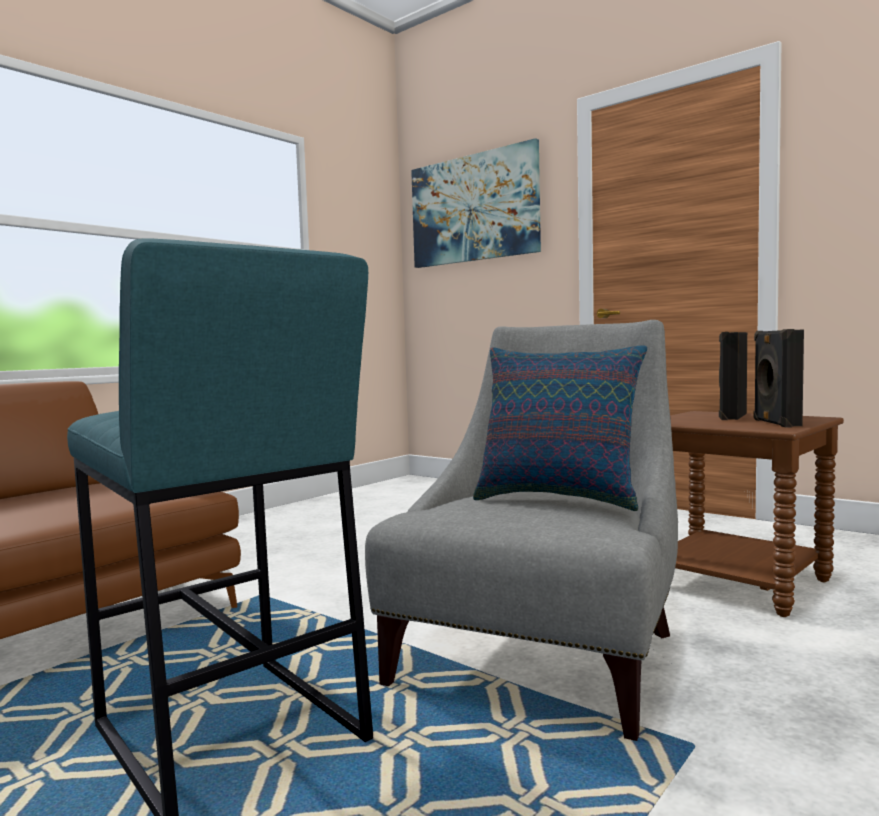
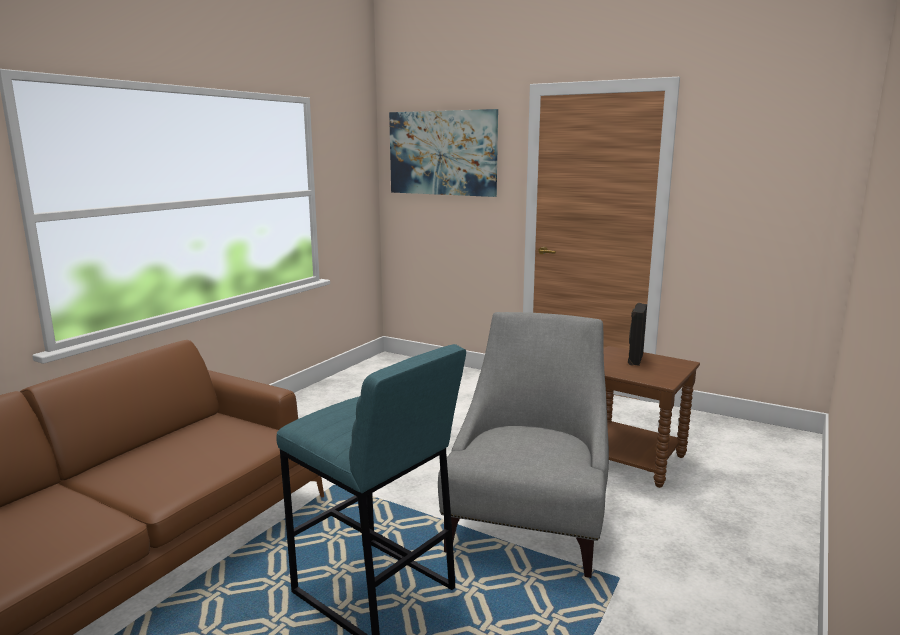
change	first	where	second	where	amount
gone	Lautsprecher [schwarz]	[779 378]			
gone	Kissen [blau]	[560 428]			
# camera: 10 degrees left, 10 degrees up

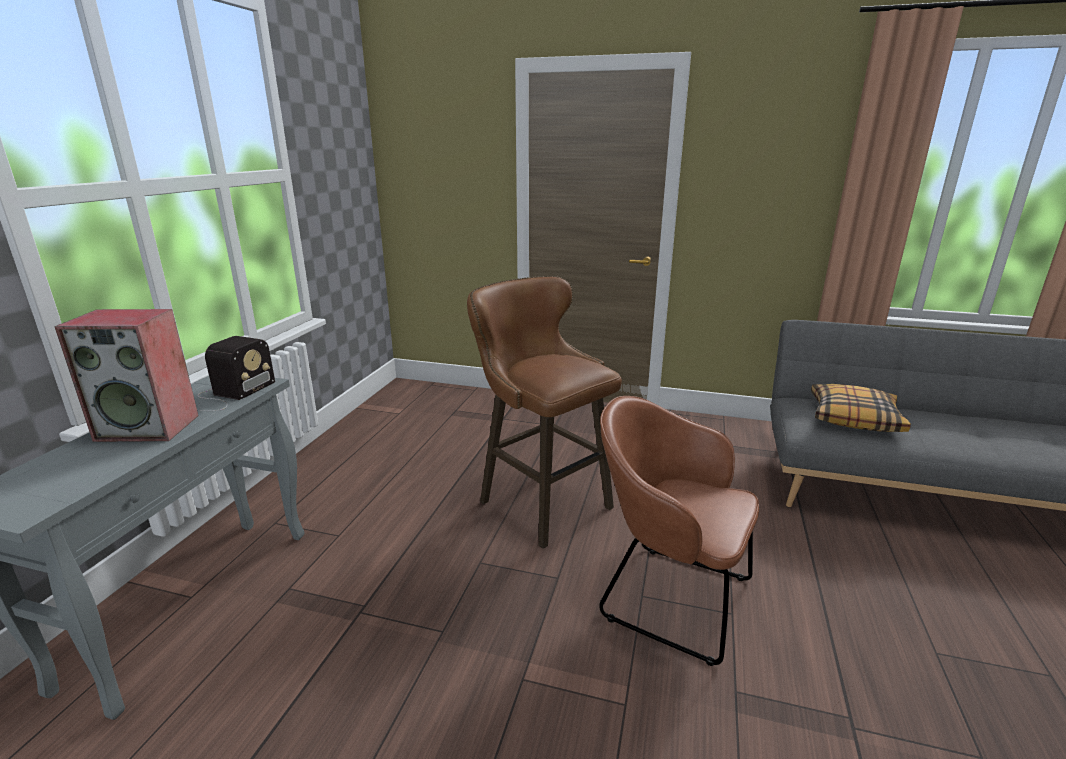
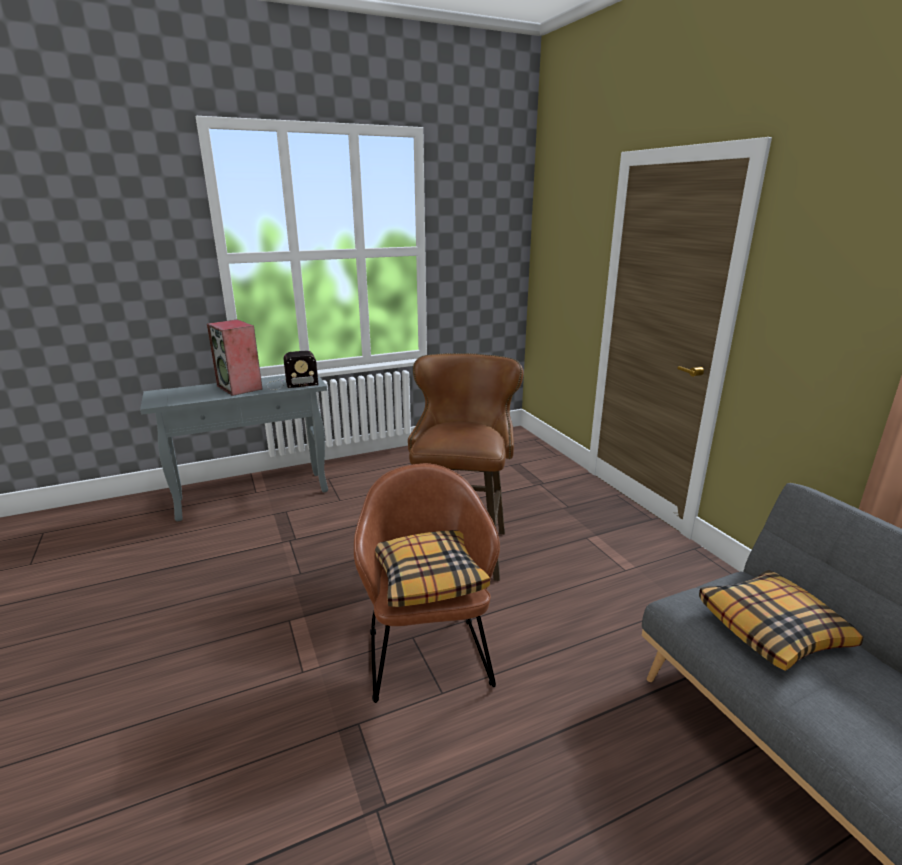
change	first	where	second	where	amount
new			Kissen	[432 568]	
# camera: 50 degrees right, 0 degrees up

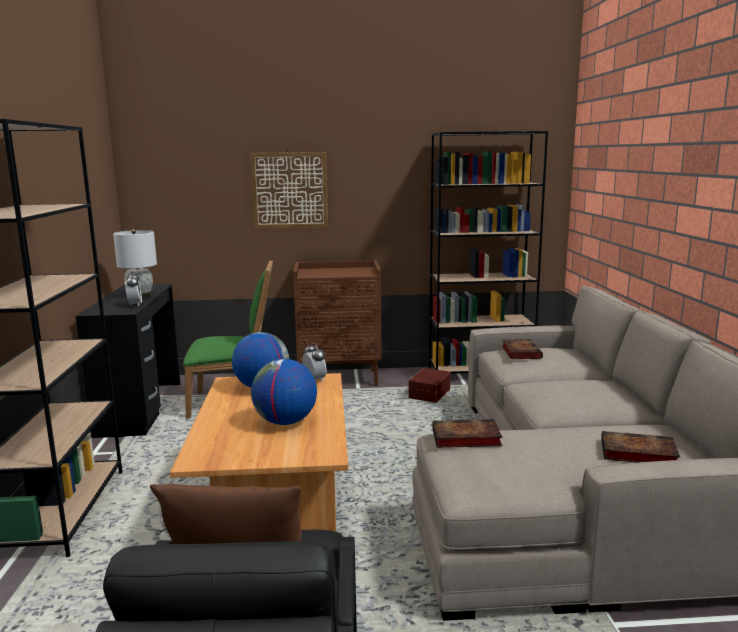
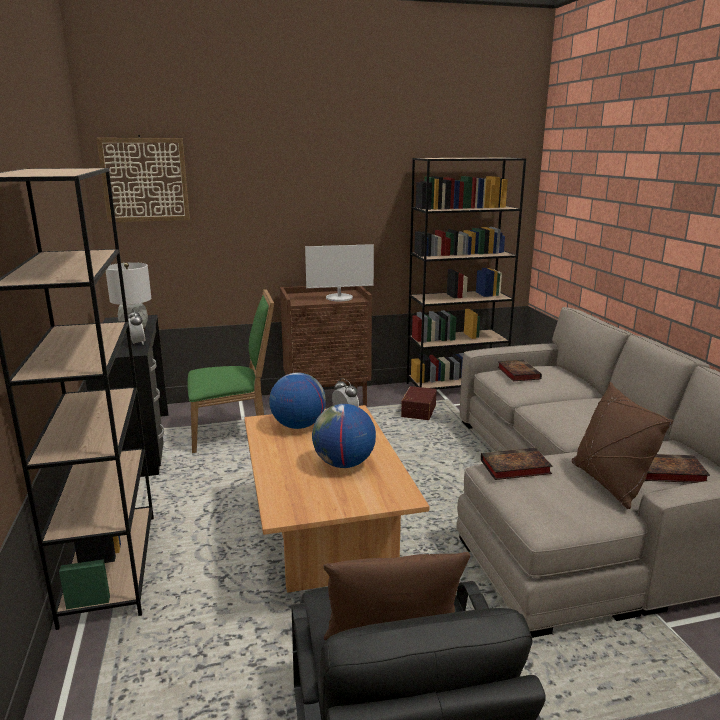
change	first	where	second	where	amount
shifted	Bild	[289 189]		[143 178]	
new			Monitor	[339 272]	
new			Kissen [braun]	[622 445]	
# camera: 10 degrees left, 5 degrees up

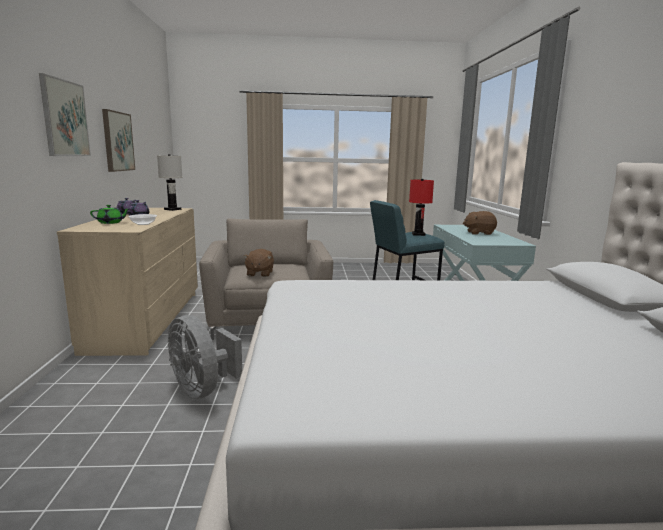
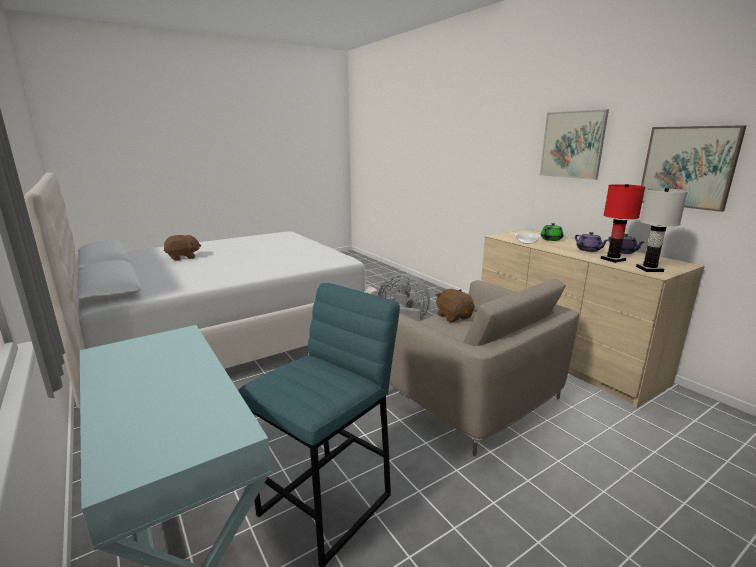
change	first	where	second	where	amount
shifted	Tischlampe [rot]	[421 207]		[623 223]	
shifted	Plüschtier [braun]	[480 223]		[182 248]	
# camera: 150 degrees right, 5 degrees up

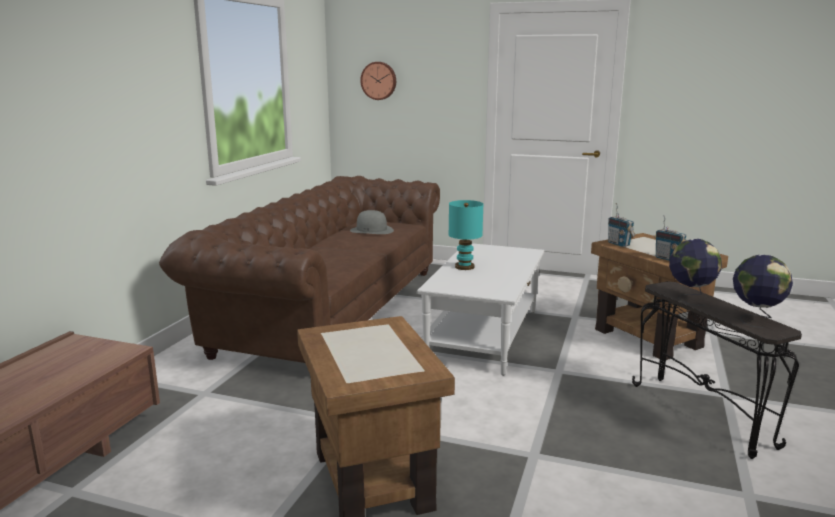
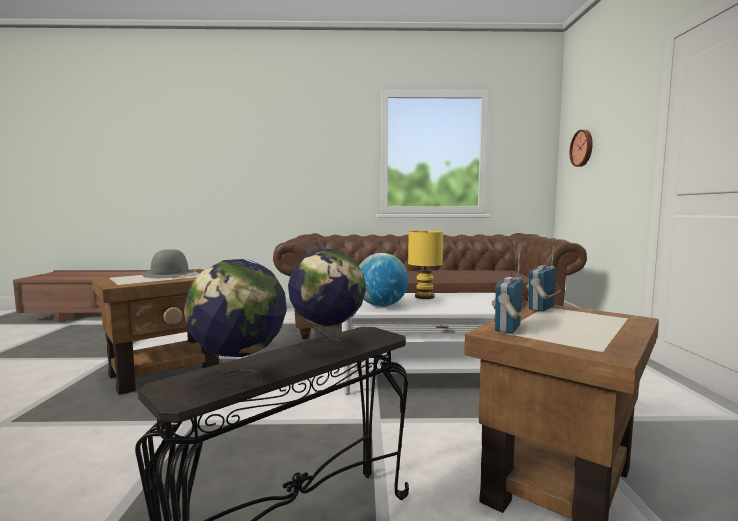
change	first	where	second	where	amount
repainted	Tischlampe [türkis]	[466 235]	Tischlampe [gelb]	[425 265]	
shifted	Hut [grau]	[372 222]		[169 263]	
new			Globus	[383 280]	
# camera: 70 degrees right, 10 degrees down

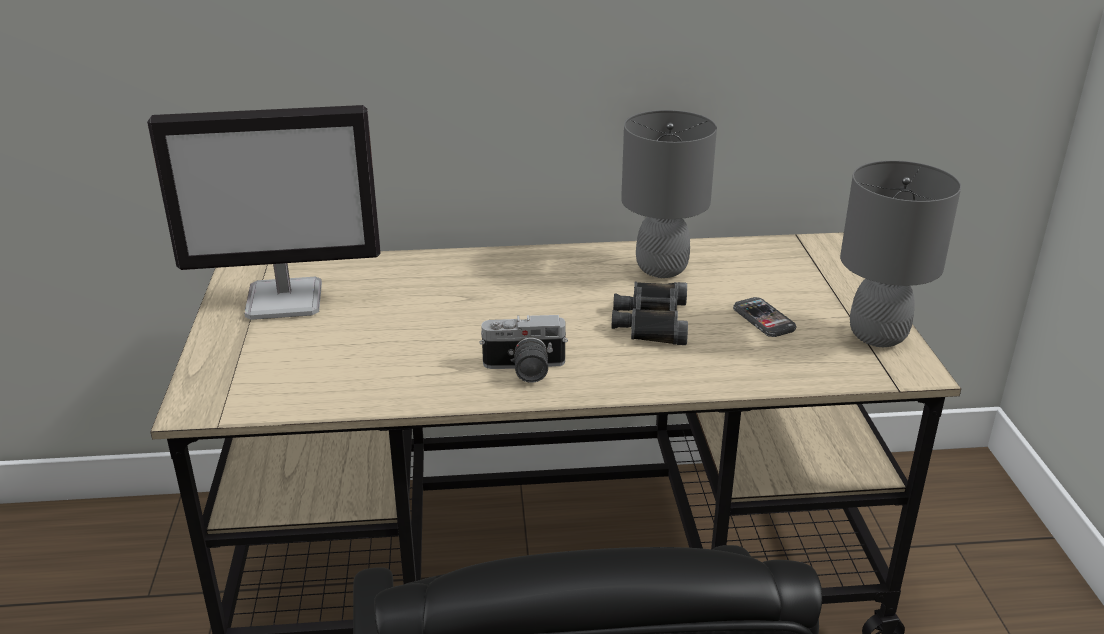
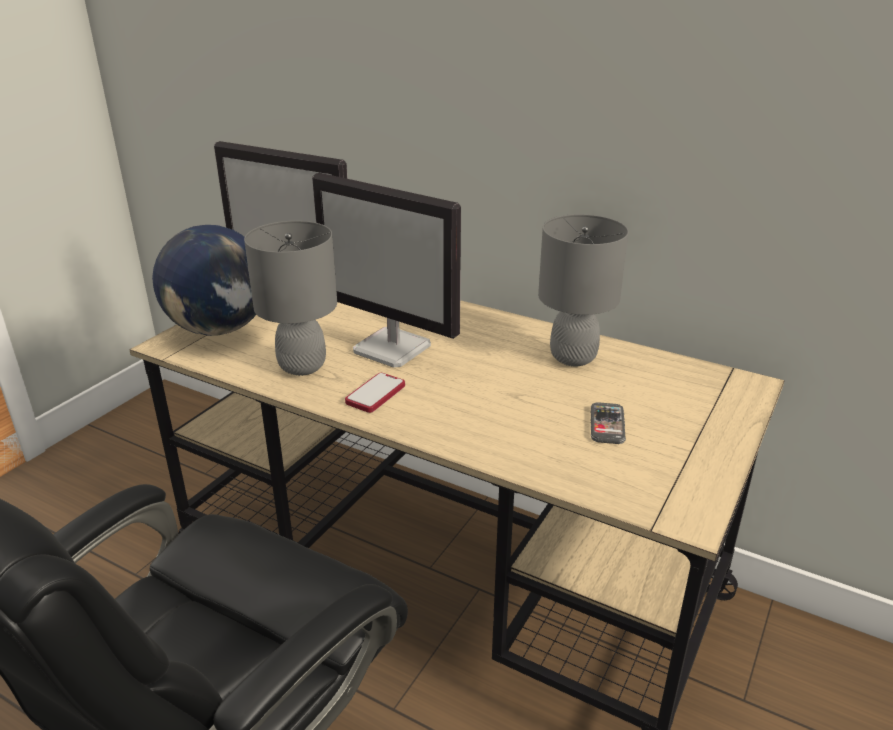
change	first	where	second	where	amount
shifted	Tischlampe [grau]	[900 253]		[290 298]	
gone	Fernglas [schwarz]	[650 313]			
swapped	Kamera	[523 349]	Handy	[375 393]	
new			Monitor	[386 270]	
new			Globus	[204 280]	
# camera: 35 degrees right, 0 degrees up

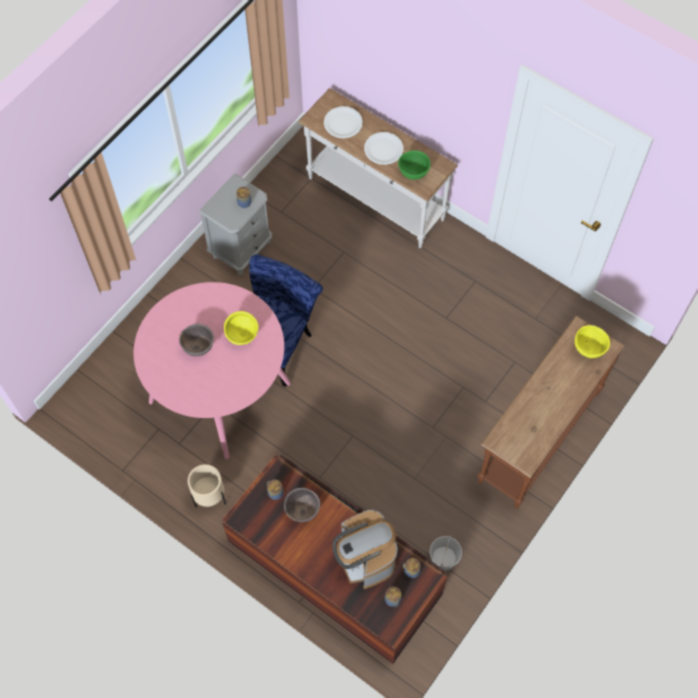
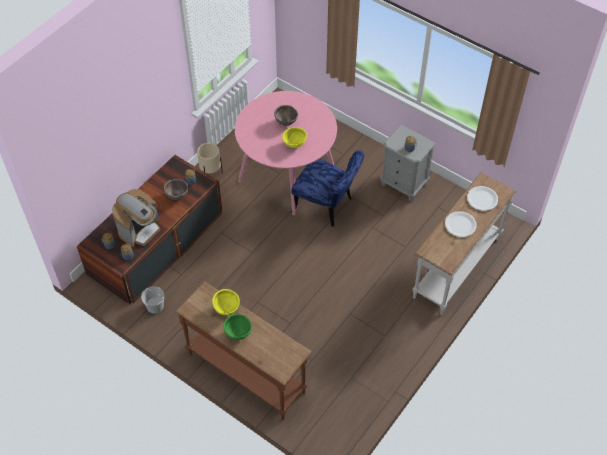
change	first	where	second	where	amount
shifted	Schüssel [grün]	[414 165]		[237 327]	
shifted	Schüssel [gelb]	[592 341]		[226 302]	
rotated	Kaffeemaschine	[365 549]		[136 218]	150 degrees clockwise
# camera: 90 degrees right, 10 degrees down

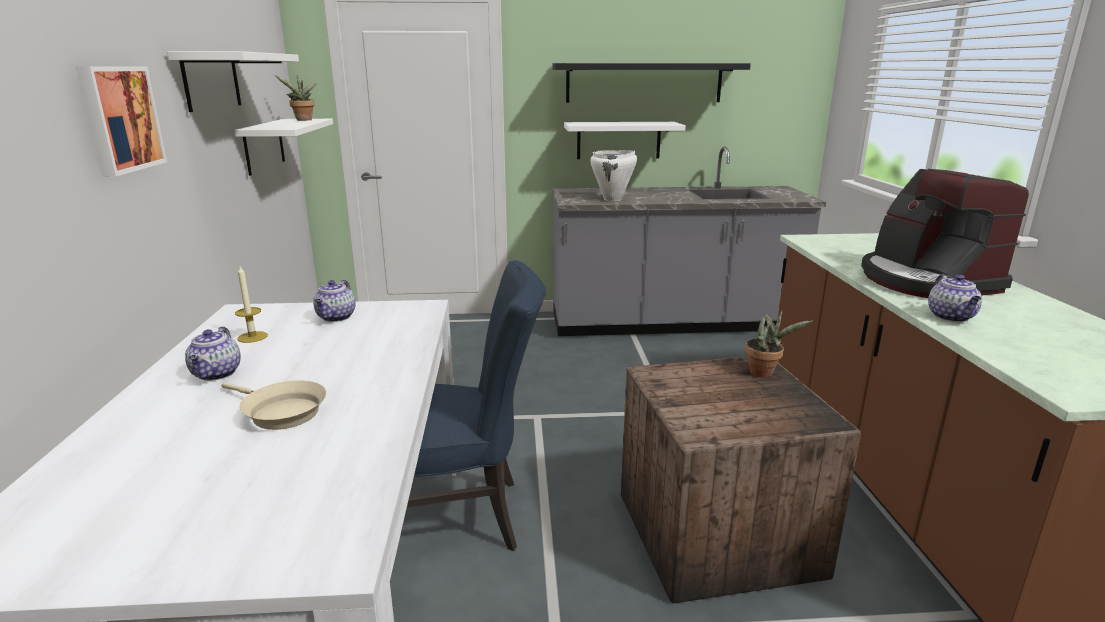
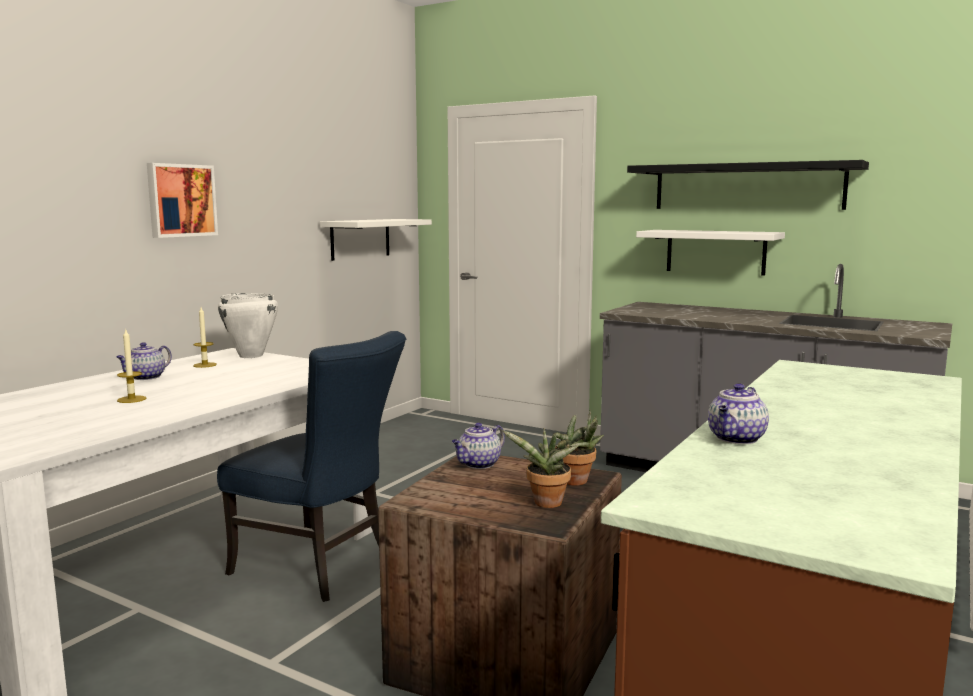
change	first	where	second	where	amount
gone	Wandregal [weiß]	[233 81]			
shifted	Topfpflanze	[296 98]		[540 468]	
shifted	Kochtopf [weiß]	[613 175]		[248 325]	
gone	Kaffeemaschine	[945 233]			
shifted	Teekanne	[334 301]		[478 446]	
swapped	Pfanne [beige]	[274 405]	Kerze	[131 365]	
# camera: 35 degrees right, 10 degrees down

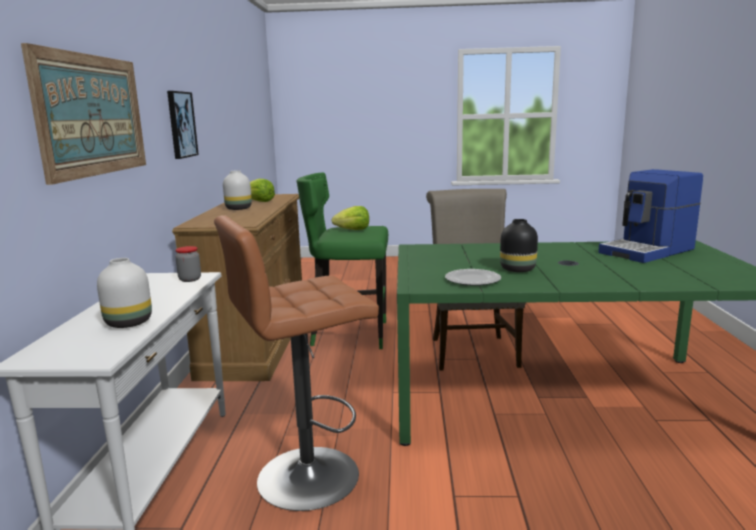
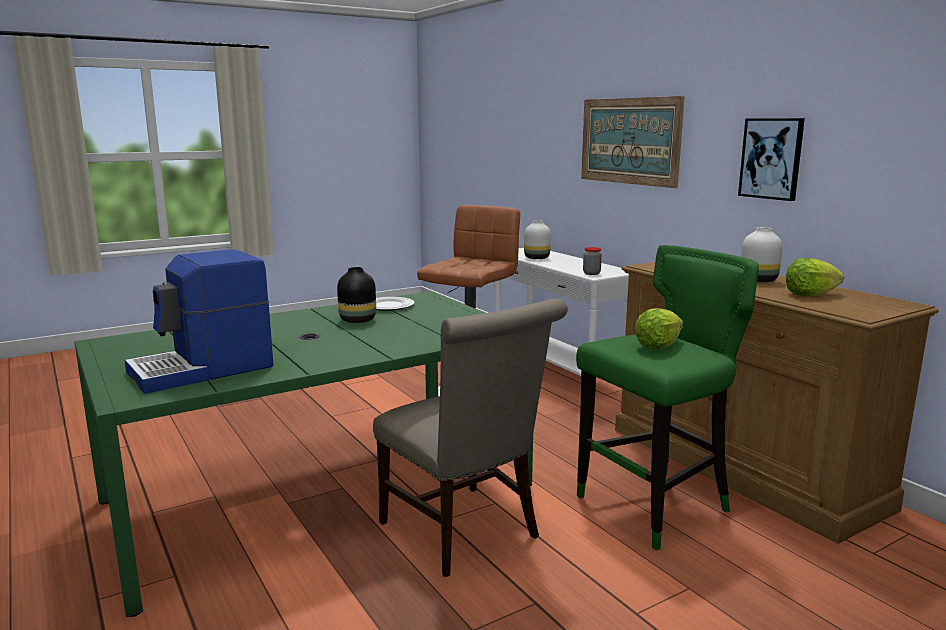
change	first	where	second	where	amount
rotated	Kaffeemaschine	[650 216]		[199 322]	150 degrees counterclockwise
# camera: 145 degrees right, 0 degrees up

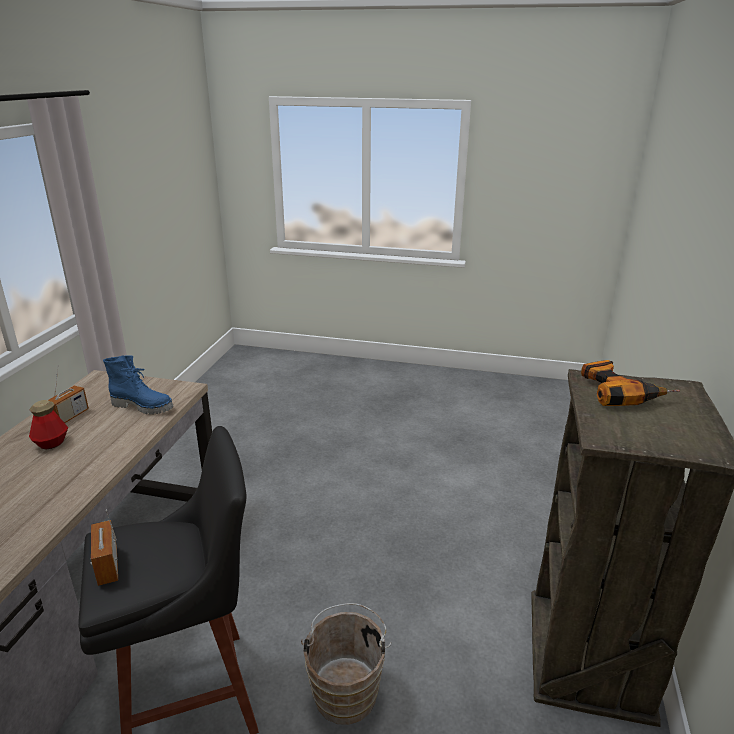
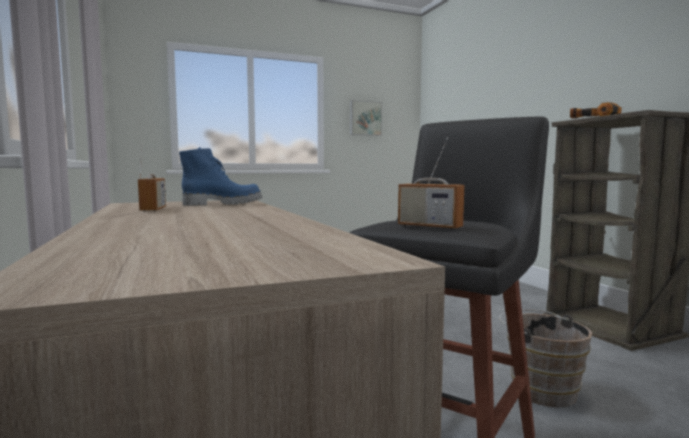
change	first	where	second	where	amount
gone	Flasche	[48 425]			
new			Bild	[366 118]	
# camera: 35 degrees left, 20 degrees down

